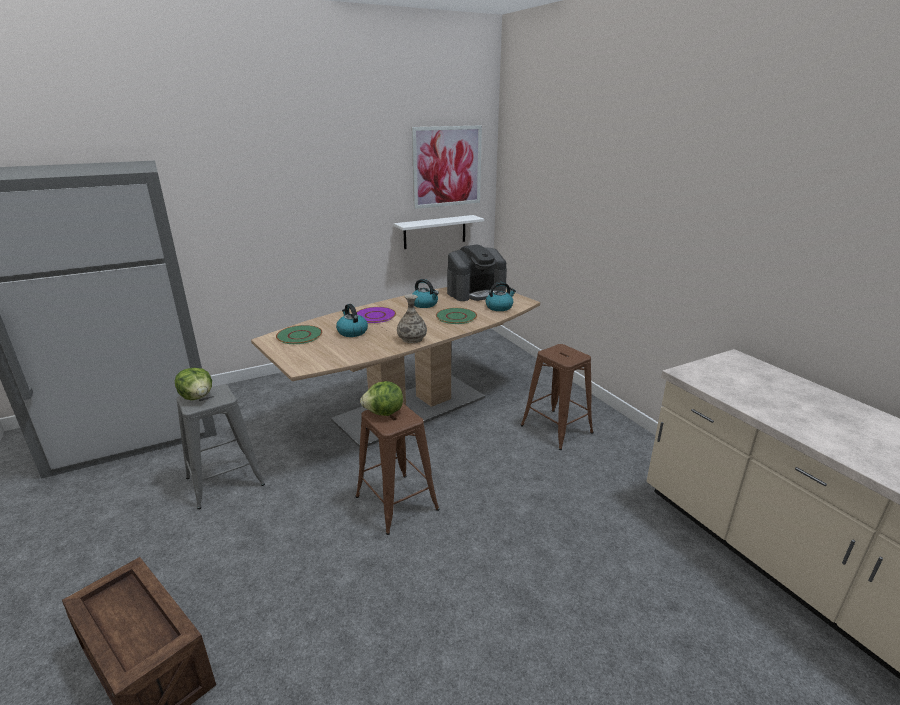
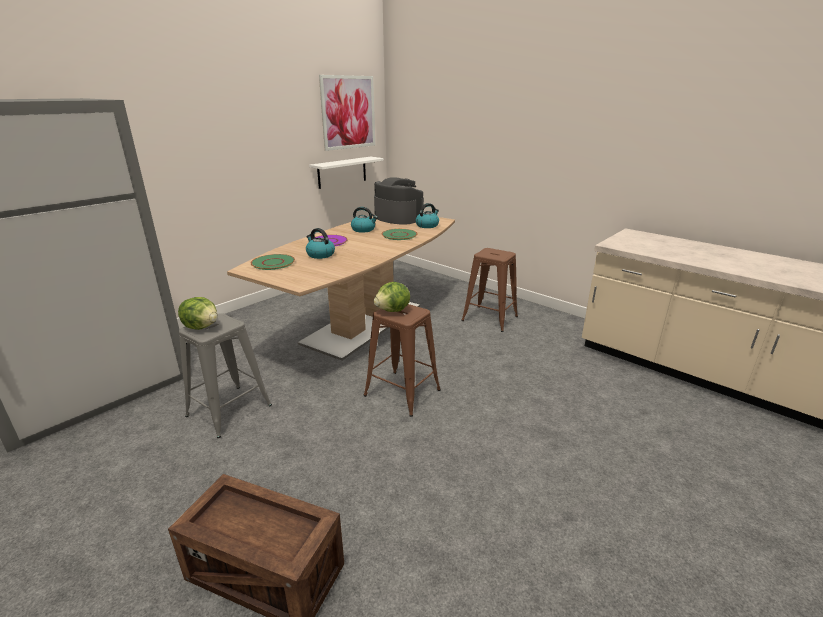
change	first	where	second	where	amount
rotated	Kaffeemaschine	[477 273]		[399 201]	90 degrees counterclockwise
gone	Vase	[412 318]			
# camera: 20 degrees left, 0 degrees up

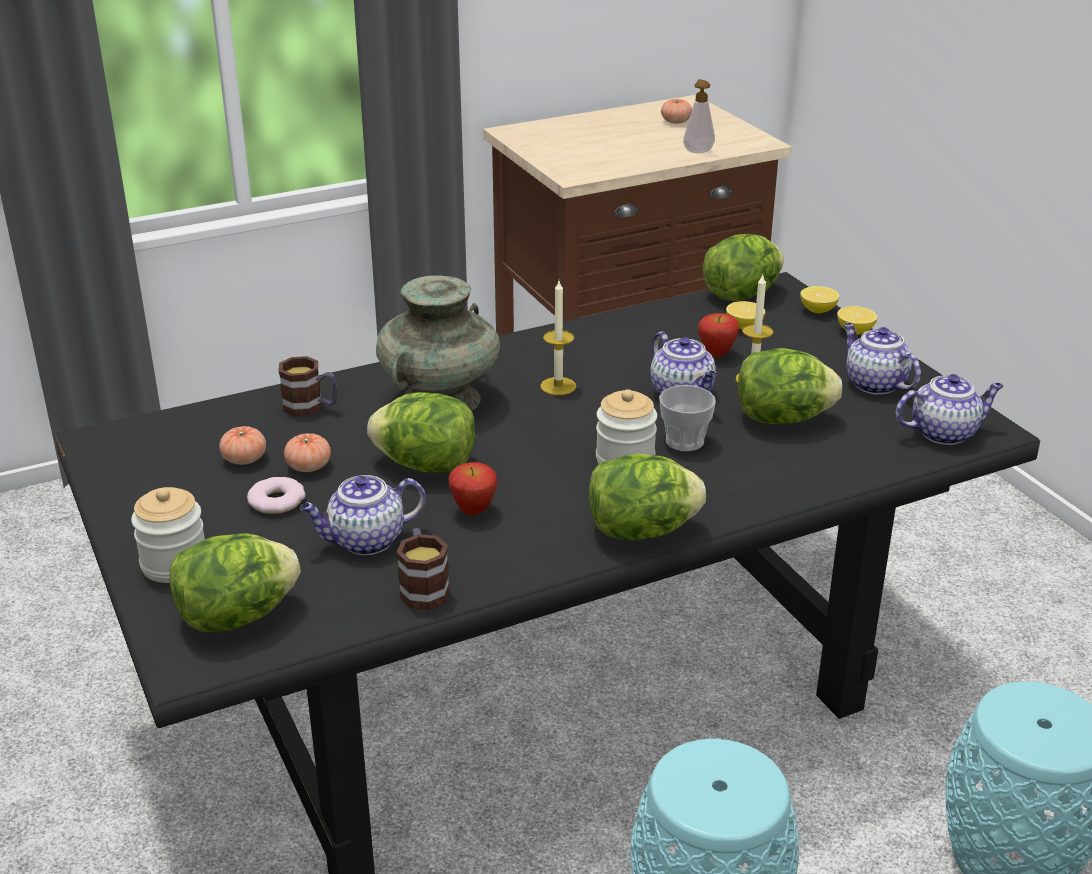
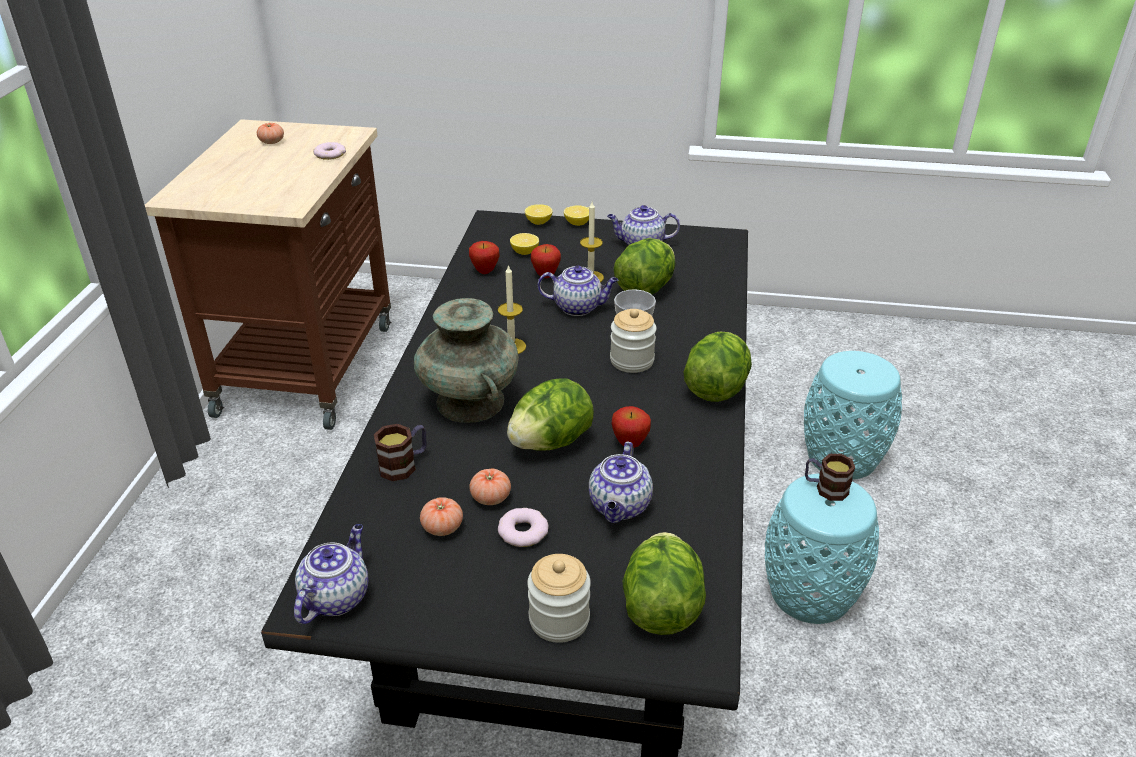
change	first	where	second	where	amount
swapped	Seifenspender	[699 116]	Donut	[329 151]	
gone	Salatkopf	[743 267]			
shifted	Teekanne	[950 409]		[331 574]	
shifted	Henkelbecher	[423 569]		[830 477]	
new			Apfel	[484 257]	
# camera: 55 degrees left, 5 degrees up

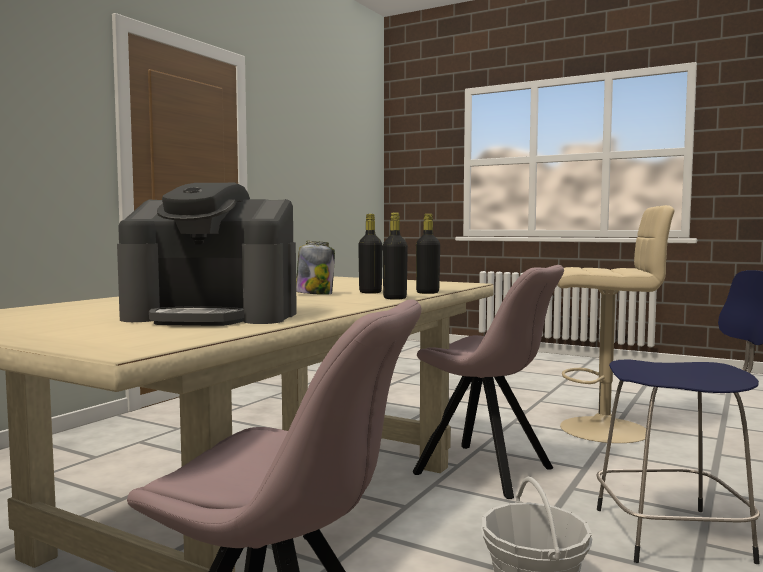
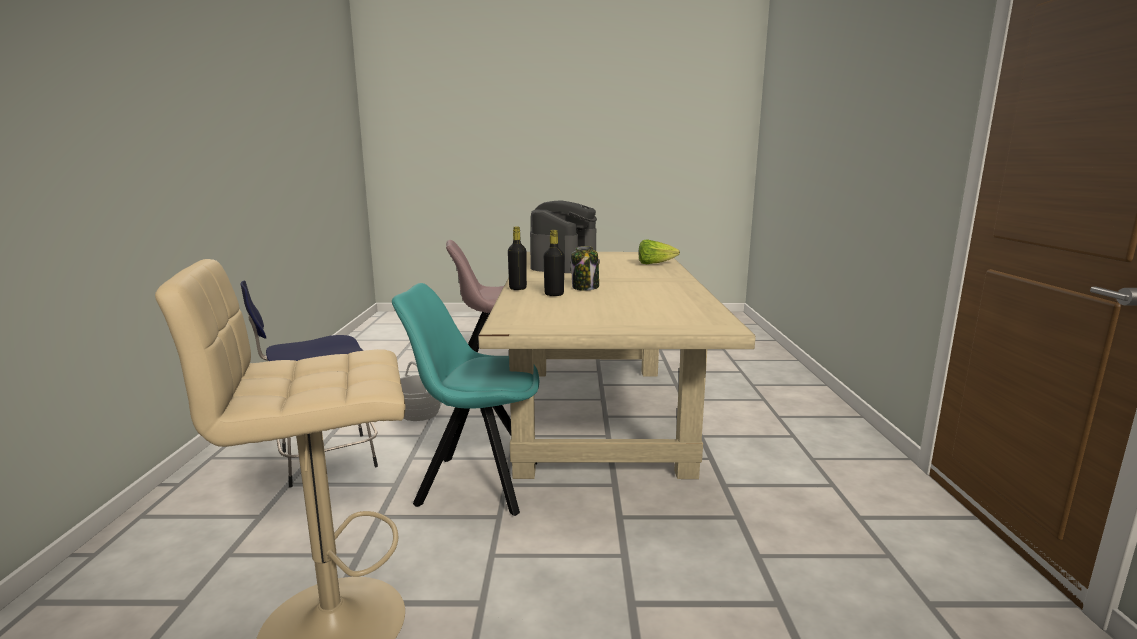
change	first	where	second	where	amount
rotated	Kaffeemaschine	[207 254]		[565 236]	135 degrees clockwise
gone	Flasche [schwarz]	[428 254]			
repainted	Stuhl [rosa]	[488 382]	Stuhl [türkis]	[465 399]	
new			Salatkopf	[659 251]	
# camera: 150 degrees right, 10 degrees up

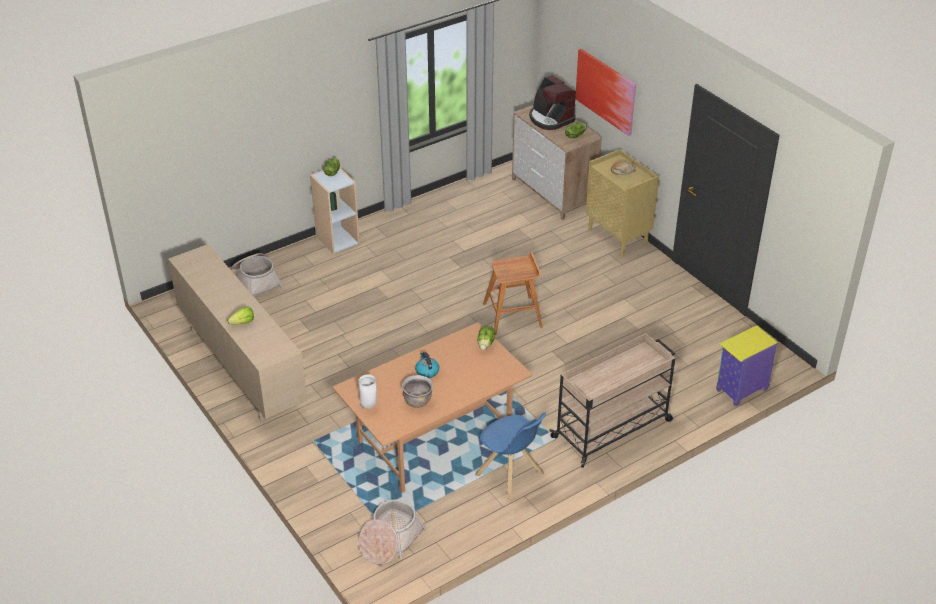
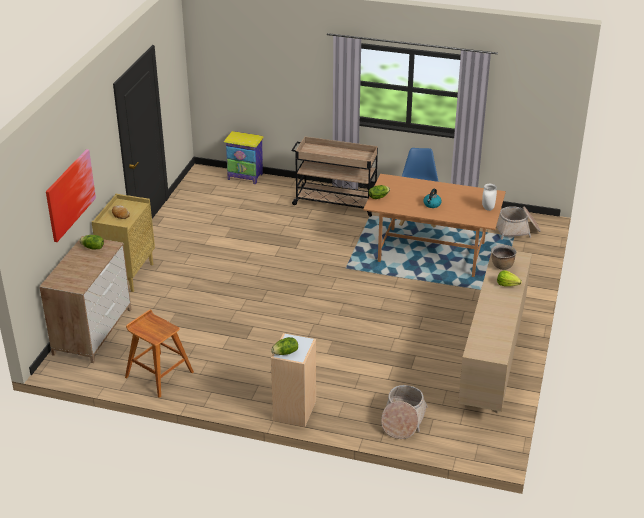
change	first	where	second	where	amount
gone	Kaffeemaschine	[552 102]			
shifted	Hocker [braun]	[513 293]		[159 354]	
shifted	Kochtopf [braun]	[417 391]		[503 257]	
# camera: 130 degrees left, 5 degrees down

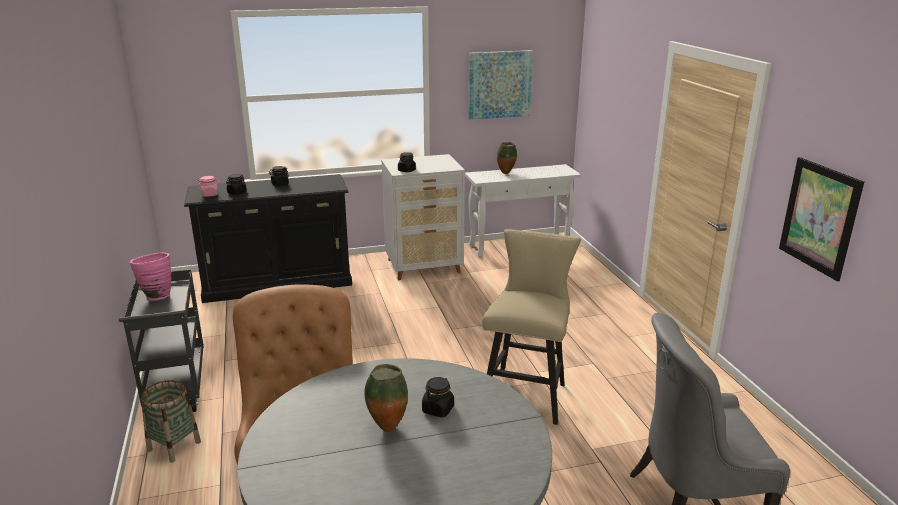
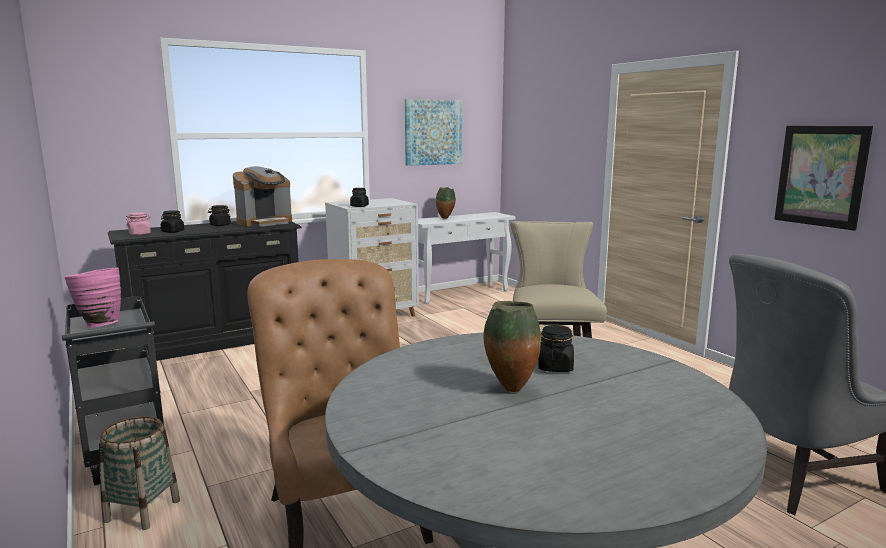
change	first	where	second	where	amount
new			Kaffeemaschine	[262 196]	
# camera: 15 degrees left, 10 degrees down

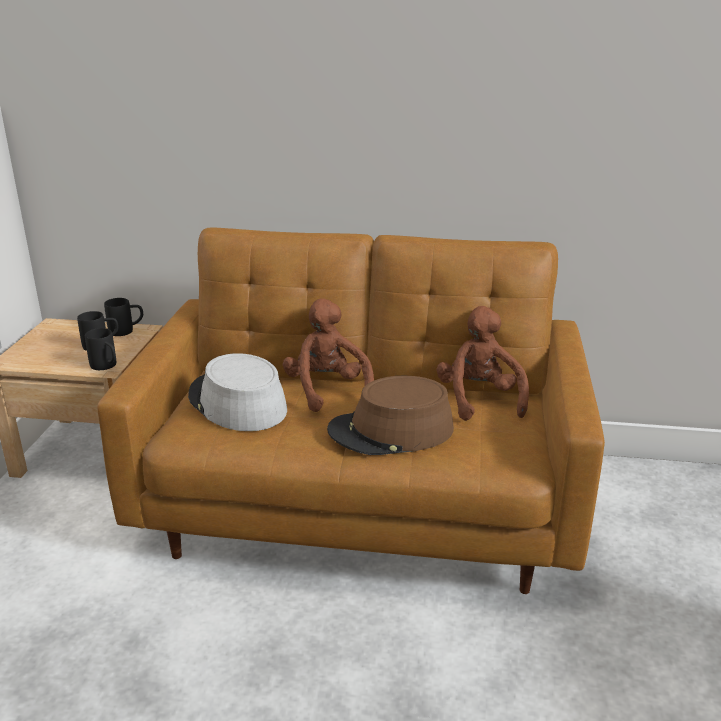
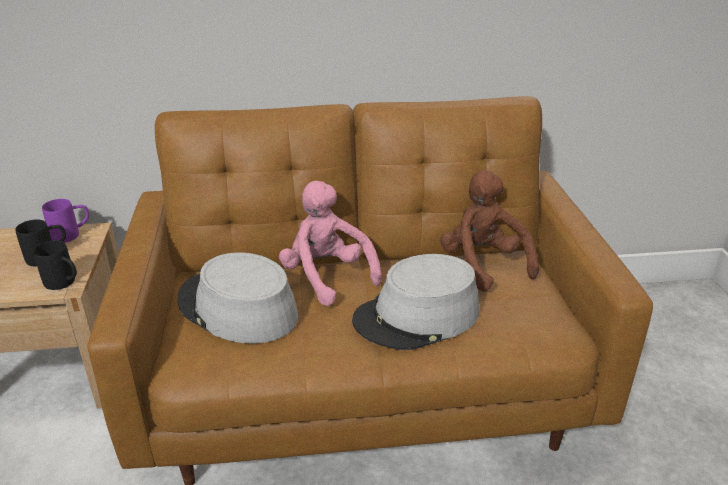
change	first	where	second	where	amount
repainted	Henkelbecher [schwarz]	[123 317]	Henkelbecher [lila]	[65 221]	
repainted	Plüschtier [braun]	[328 355]	Plüschtier [rosa]	[330 243]	
repainted	Hut [braun]	[390 415]	Hut [grau]	[416 302]	
# camera: 15 degrees left, 5 degrees up

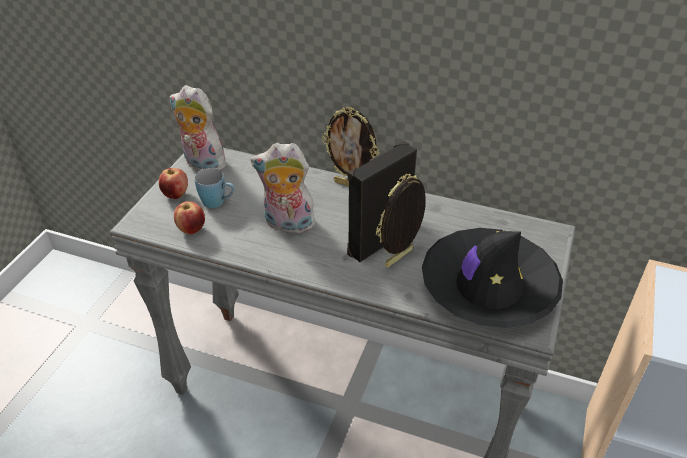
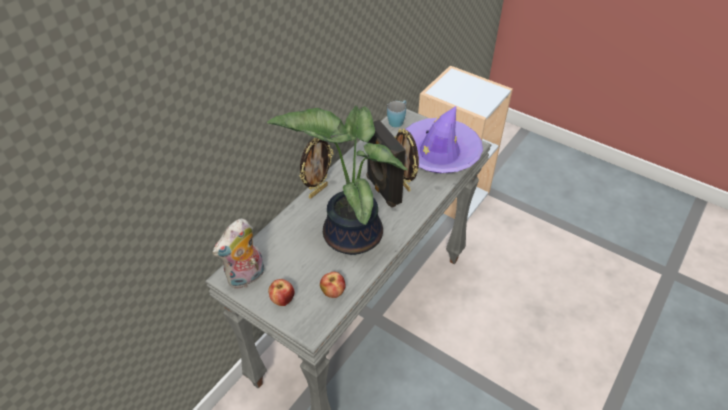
change	first	where	second	where	amount
swapped	Plüschtier	[283 188]	Topfpflanze	[337 180]	
shifted	Henkelbecher [blau]	[214 188]		[396 114]	
repainted	Hut [schwarz]	[492 278]	Hut [lila]	[444 139]	
# camera: 75 degrees left, 5 degrees up

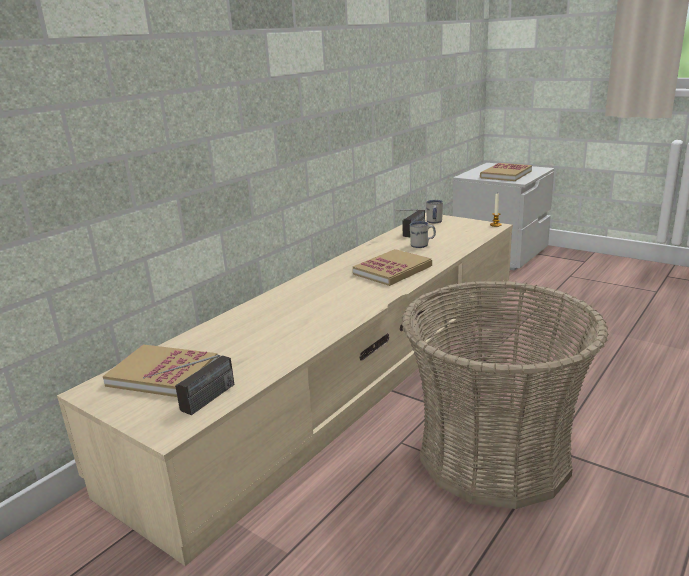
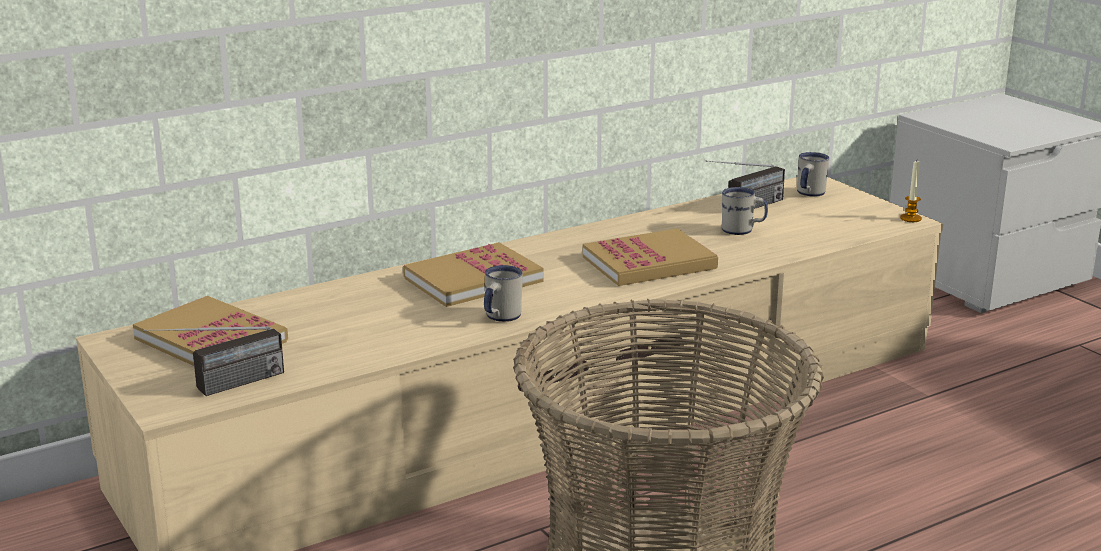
change	first	where	second	where	amount
shifted	Buch	[506 172]		[473 274]	
new			Henkelbecher [weiß]	[503 293]	
# camera: 20 degrees right, 0 degrees up

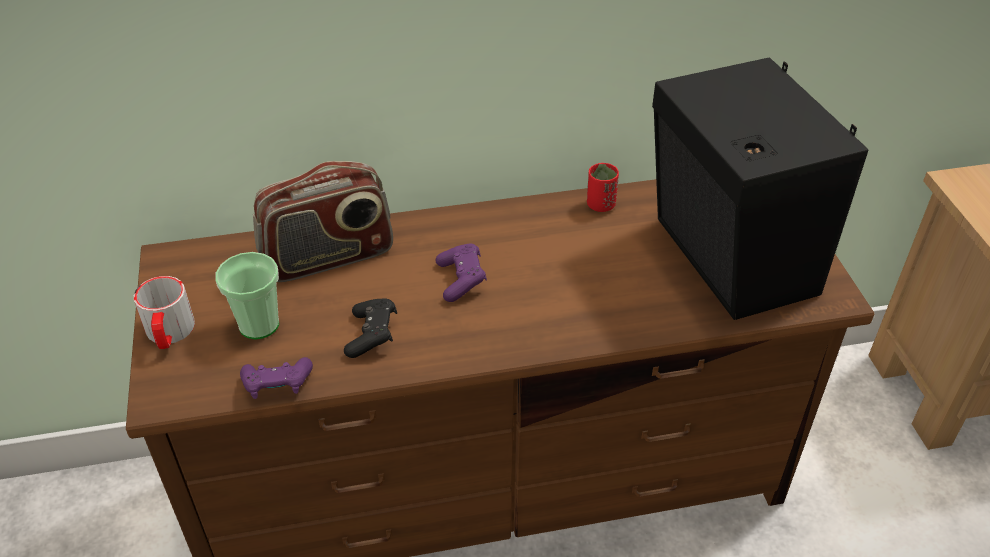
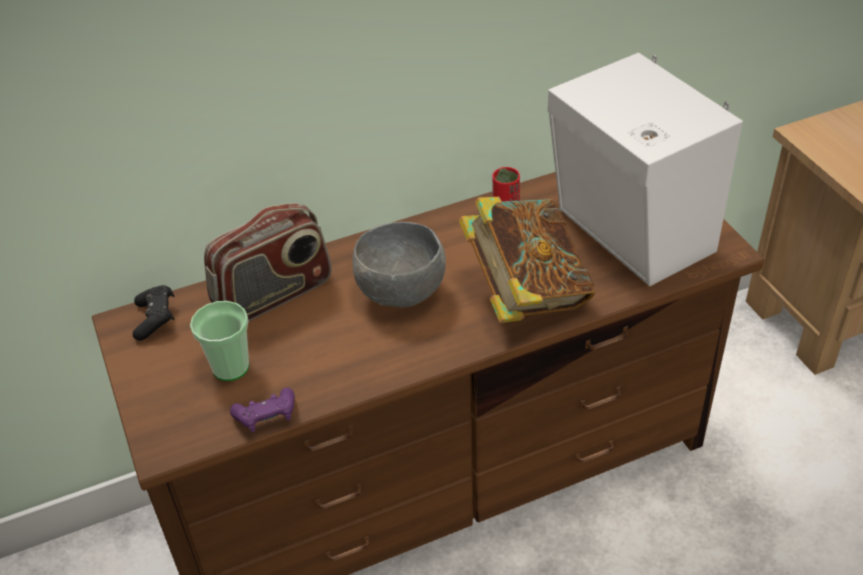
change	first	where	second	where	amount
repainted	Lautsprecher [schwarz]	[760 189]	Lautsprecher [weiß]	[645 169]	
swapped	Gamepad [lila]	[461 272]	Schüssel [grau]	[399 264]	
gone	Henkelbecher	[164 312]			
shifted	Gamepad [schwarz]	[370 328]		[154 312]	
new			Buch	[526 260]	
# camera: 10 degrees left, 0 degrees up

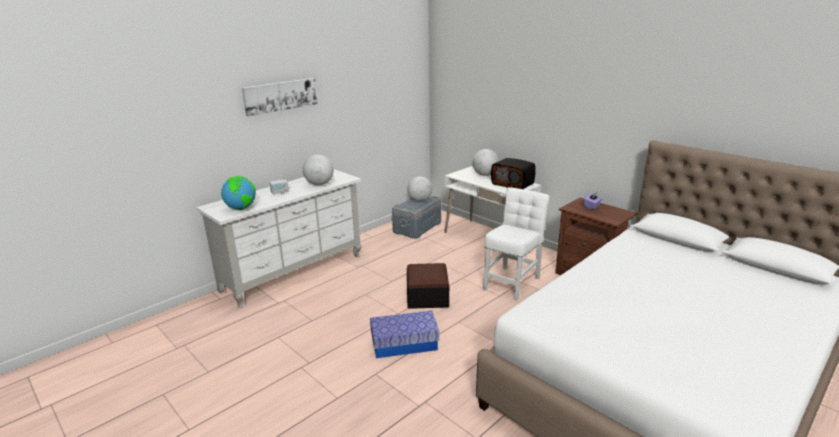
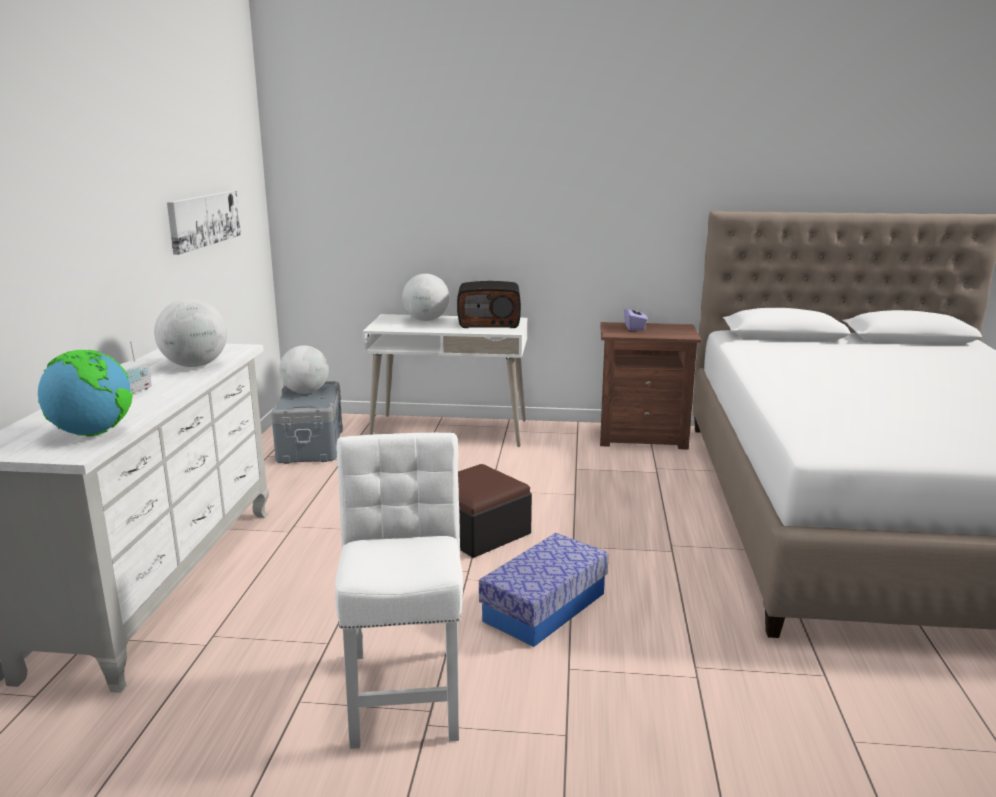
change	first	where	second	where	amount
shifted	Bild	[280 97]		[204 223]	
shifted	Stuhl [weiß]	[516 243]		[399 591]	
# camera: 40 degrees left, 5 degrees down

